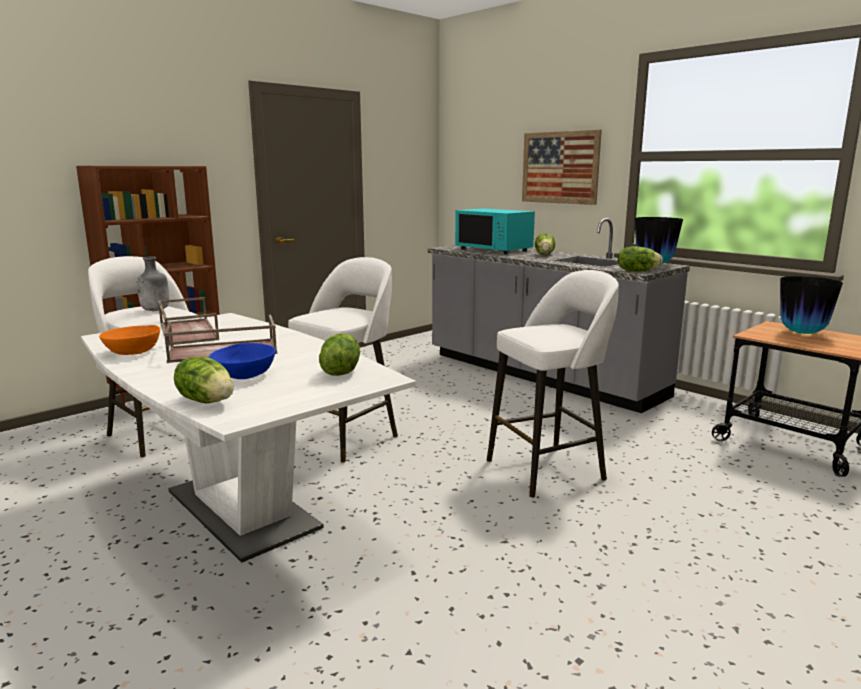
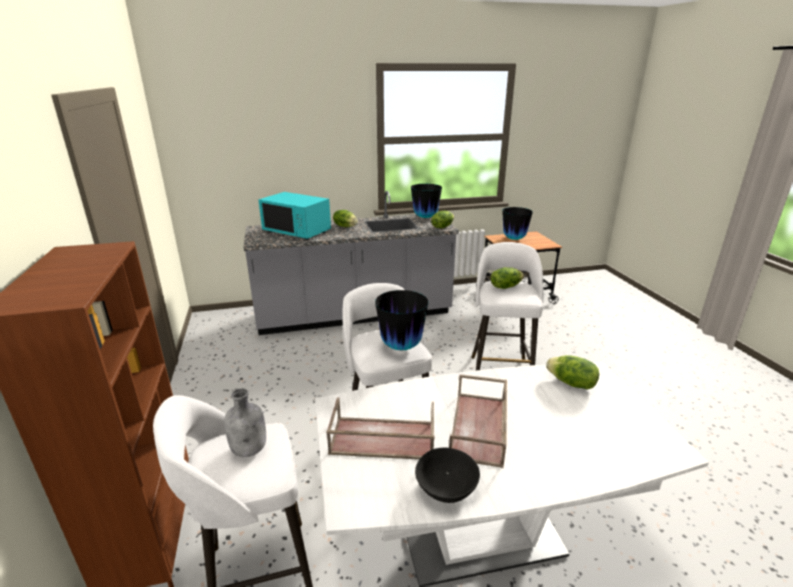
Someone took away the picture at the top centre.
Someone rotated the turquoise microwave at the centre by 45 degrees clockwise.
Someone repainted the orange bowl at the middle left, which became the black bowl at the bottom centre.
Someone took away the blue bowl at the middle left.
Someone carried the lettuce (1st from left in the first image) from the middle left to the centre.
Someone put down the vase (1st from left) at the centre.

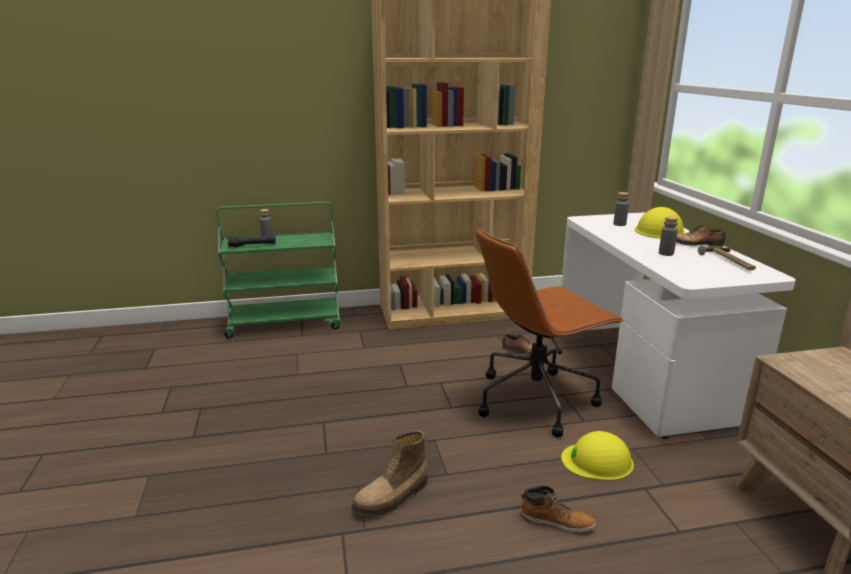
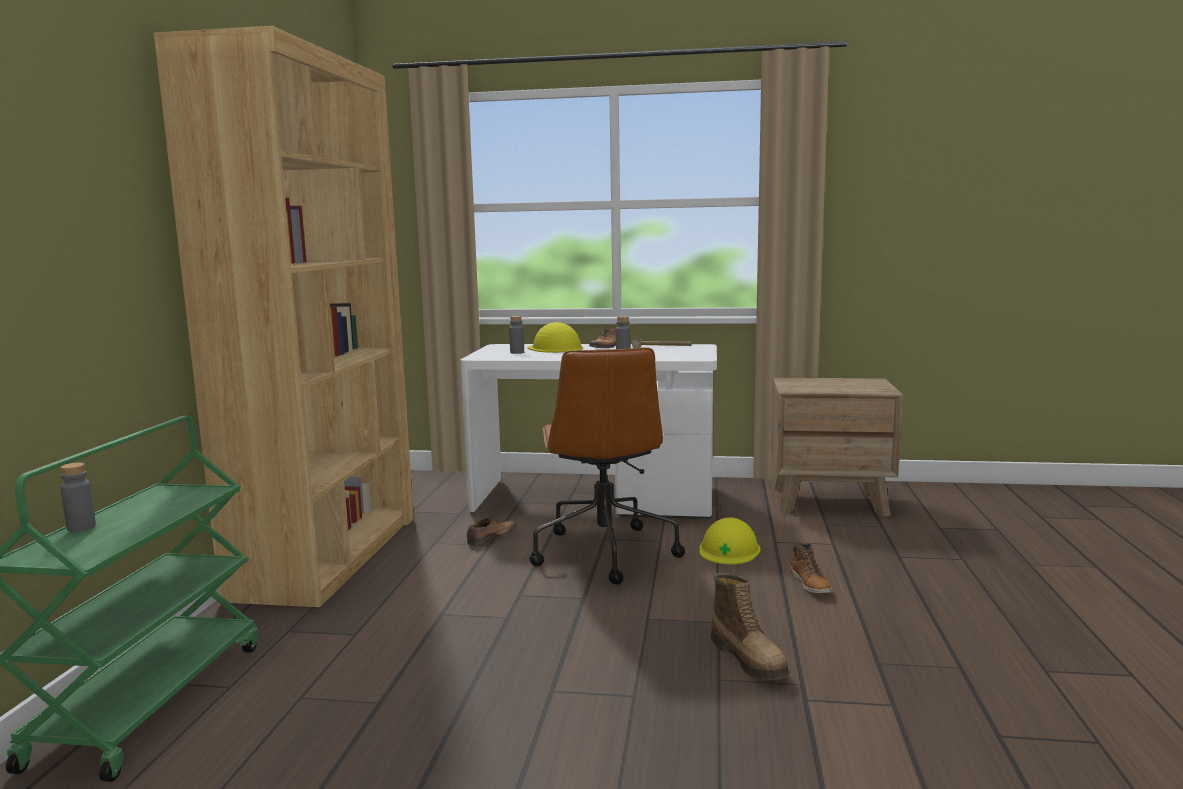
Someone took away the black flashlight at the middle left.
Someone rotated the boot (2nd from left) at the bottom centre by 135 degrees clockwise.

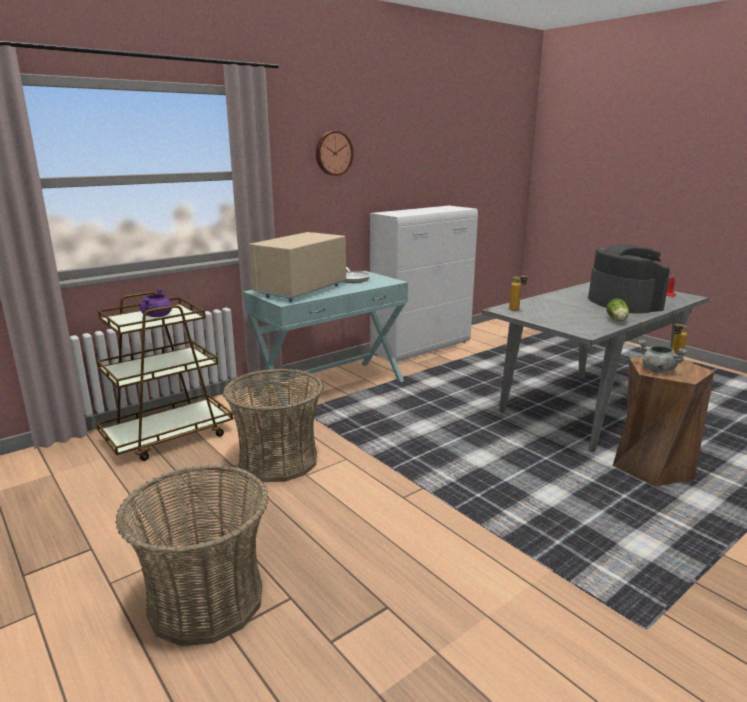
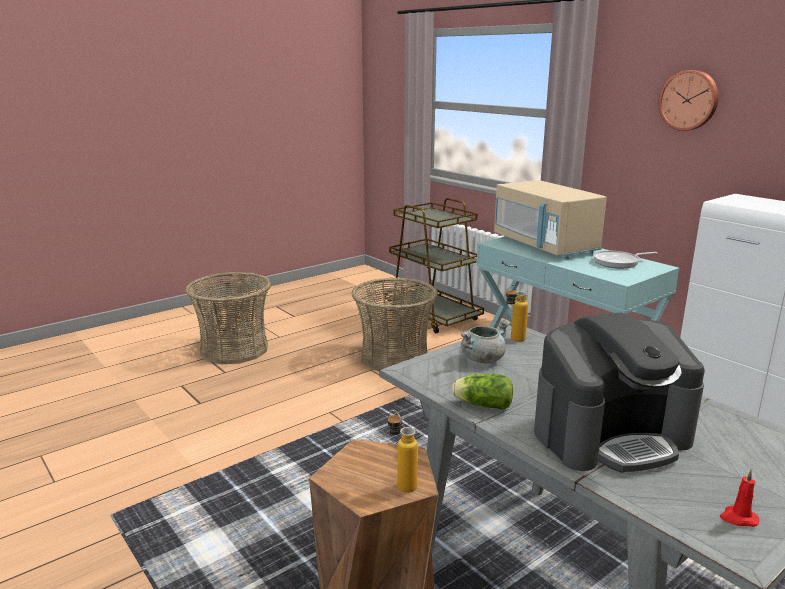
Someone rotated the beige microwave at the centre by 150 degrees counterclockwise.
Someone took away the purple cooking pot at the middle left.
Someone carried the grey cooking pot from the middle right to the centre.

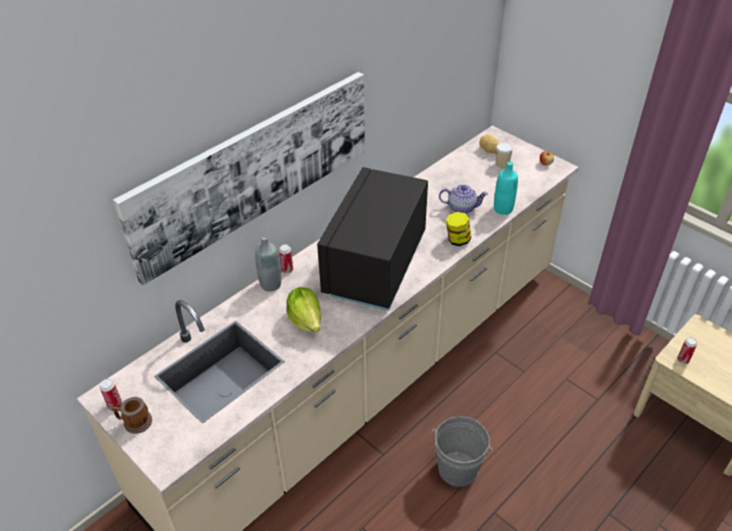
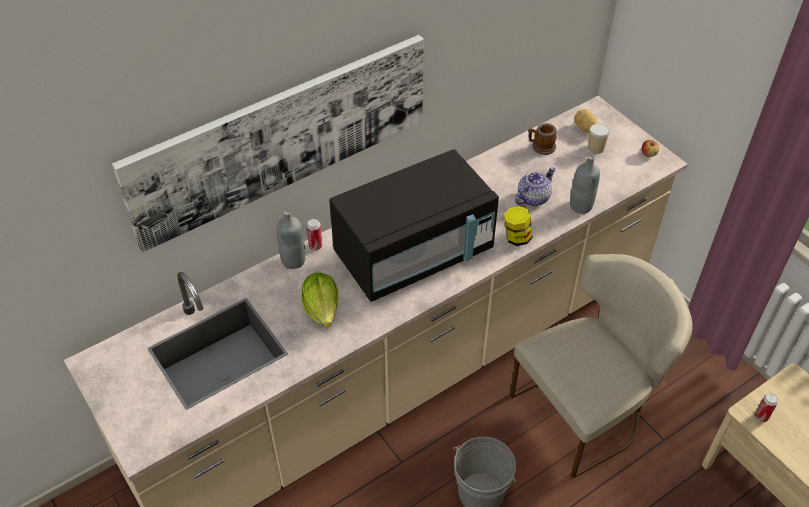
Someone repainted the turquoise bottle at the middle right, which became the grey bottle (2nd from left) at the middle right.
Someone rotated the black microwave at the centre by 150 degrees counterclockwise.
Someone rotated the teapot at the centre by 60 degrees counterclockwise.
Someone took away the can (1st from left) at the bottom left.
Someone carried the mug from the bottom left to the top right.
Someone put down the beige chair at the bottom right.

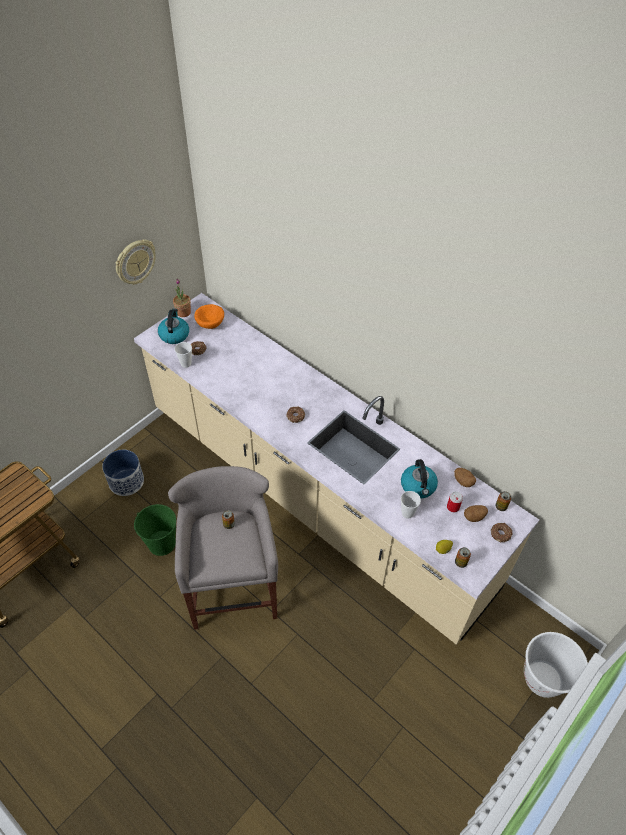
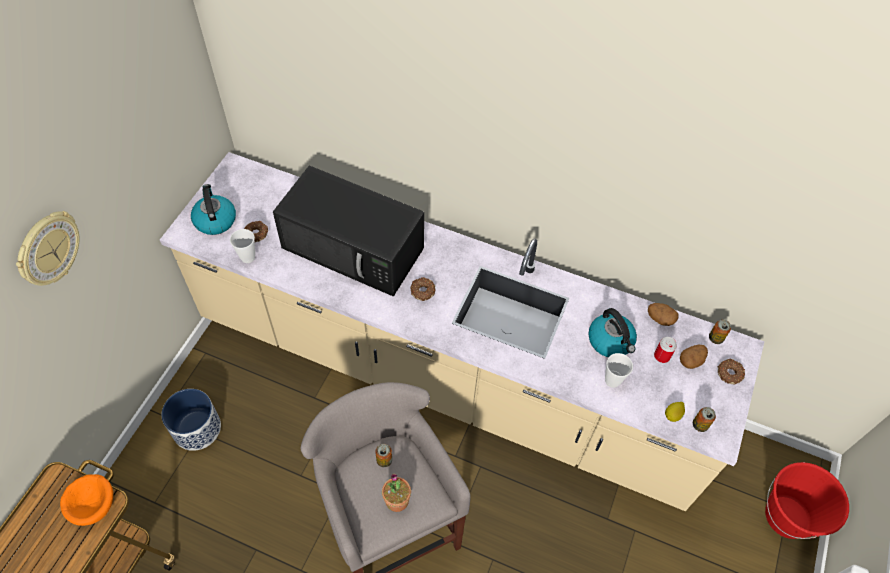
Someone carried the wall clock from the top left to the middle left.
Someone carried the potted plant from the middle left to the bottom centre.
Someone carried the orange bowl from the centre to the bottom left.
Someone took away the green bucket at the middle left.
Someone repainted the white bucket at the bottom right, which became the red bucket at the bottom right.
Someone put down the black microwave at the centre.

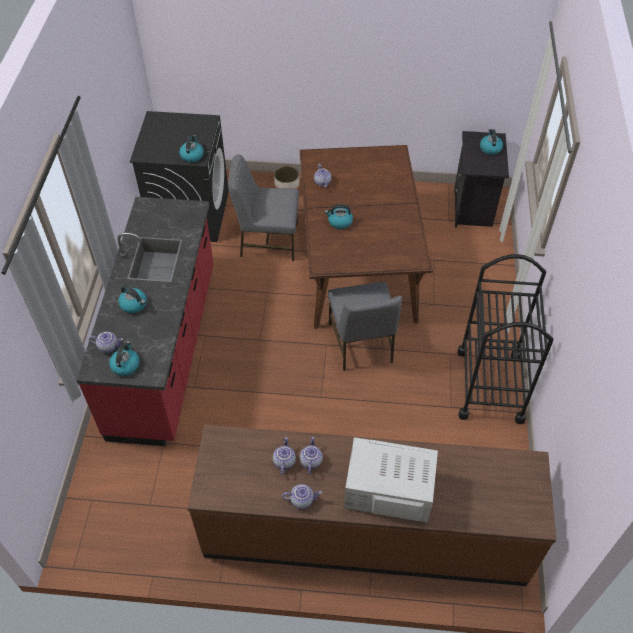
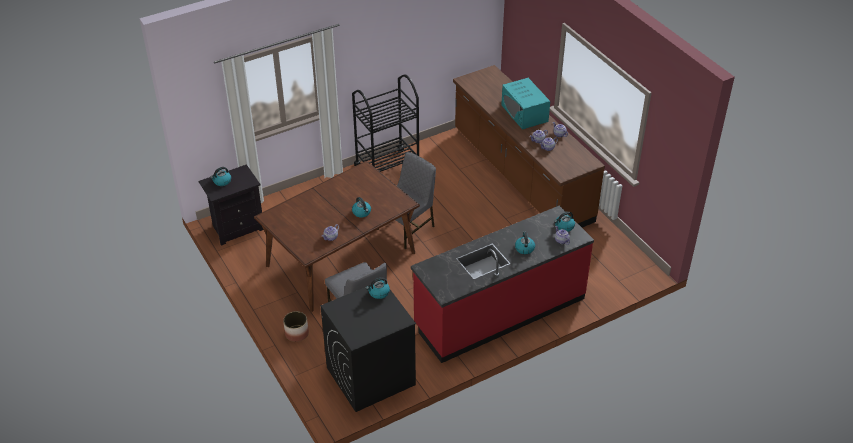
Someone repainted the white microwave at the bottom centre, which became the turquoise microwave at the top centre.

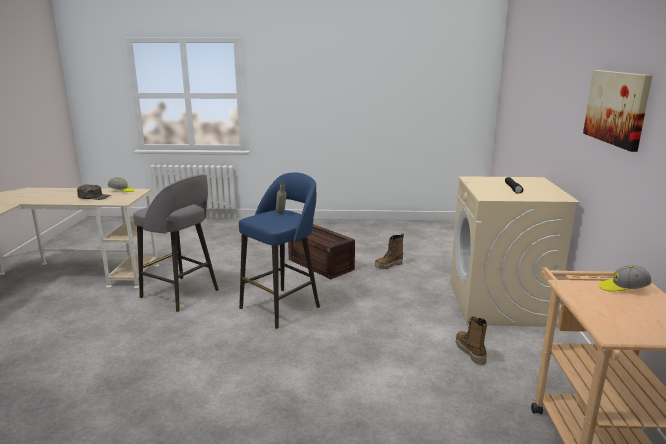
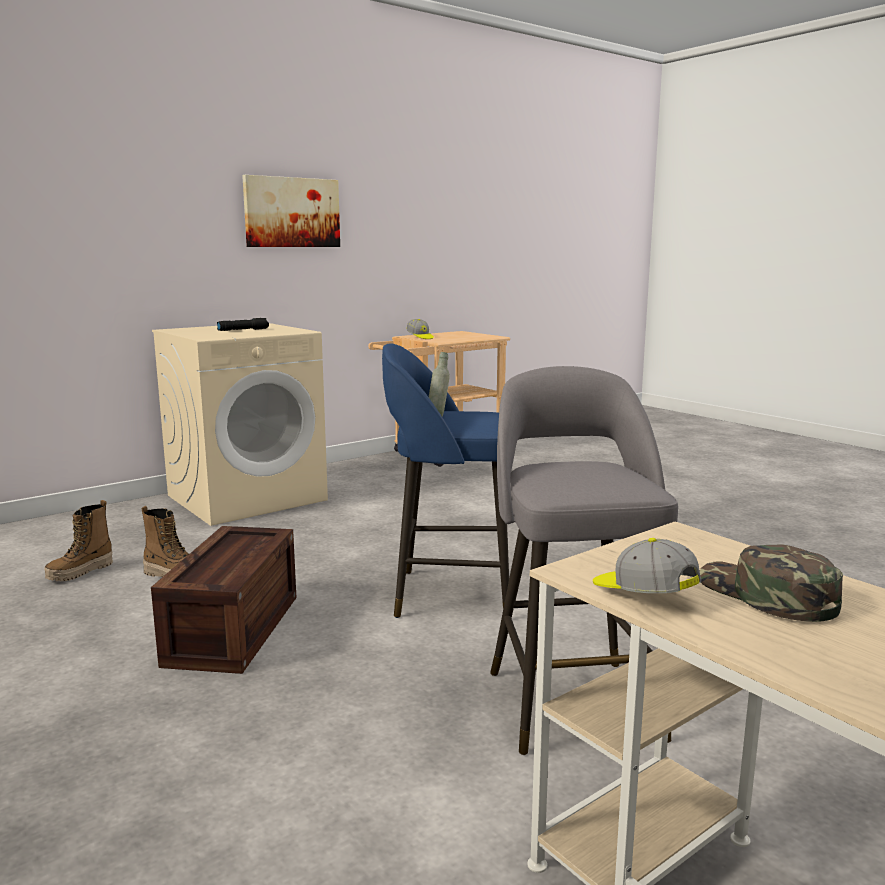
Someone carried the boot (2nd from left in the first image) from the bottom right to the middle left.

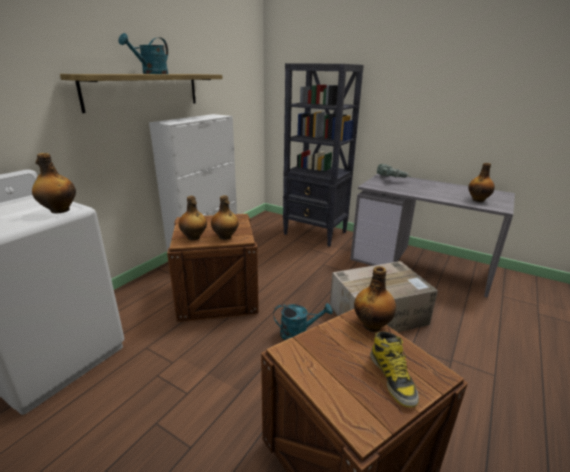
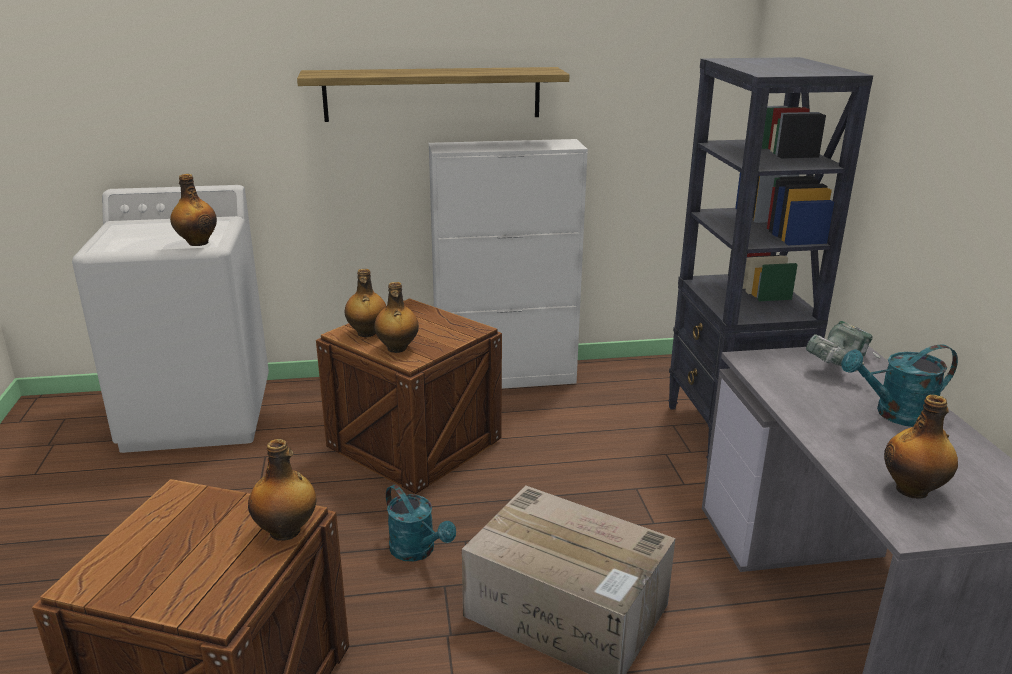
Someone carried the turquoise watering can (1st from left in the first image) from the top left to the middle right.
Someone took away the boot at the bottom right.

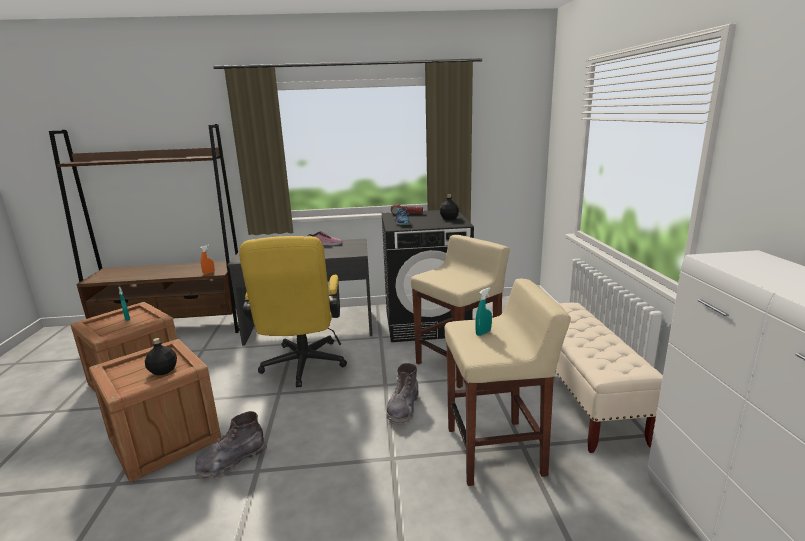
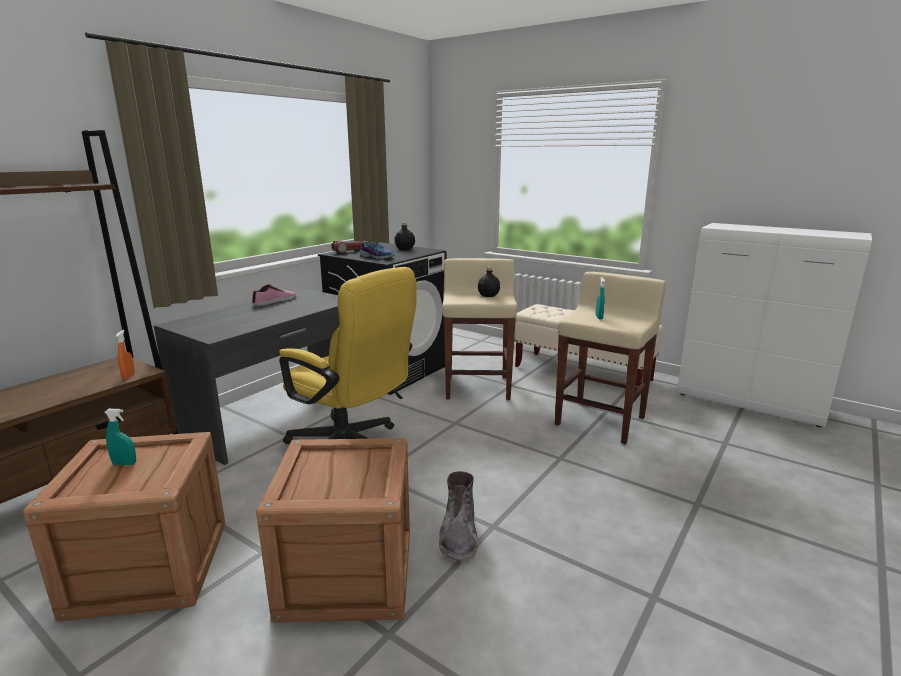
Someone carried the black bottle (1st from left in the first image) from the middle left to the centre.
Someone took away the grey boot (2nd from left) at the bottom centre.

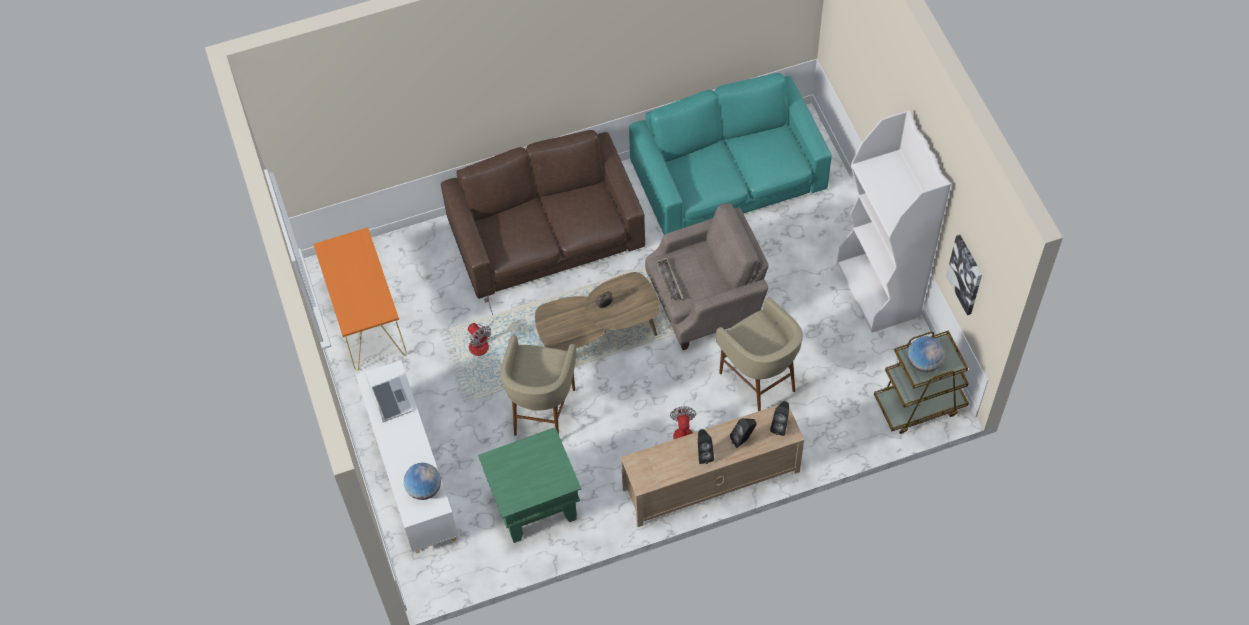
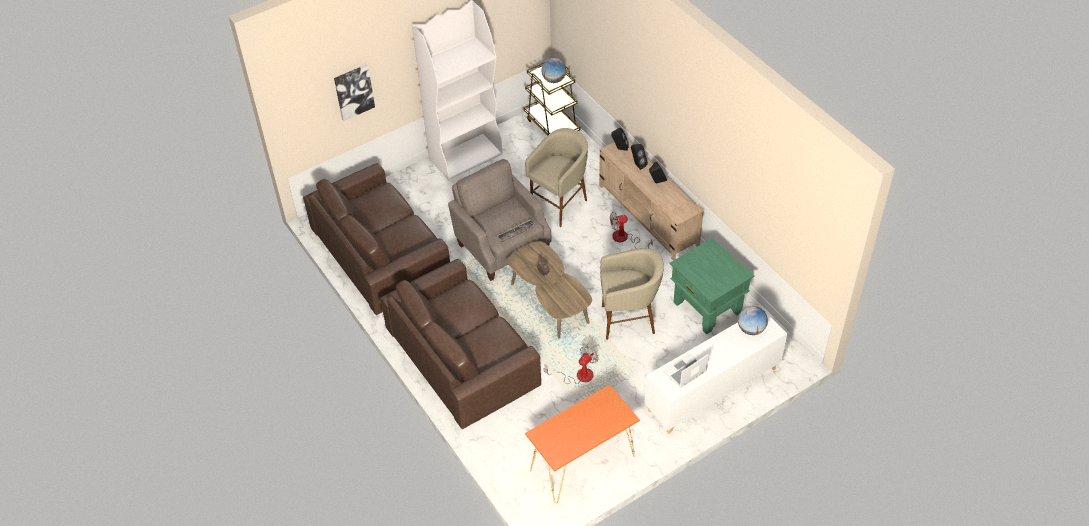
Someone repainted the turquoise sofa at the top centre, which became the brown sofa (1st from left) at the centre.
Someone carried the picture from the middle right to the top left.

